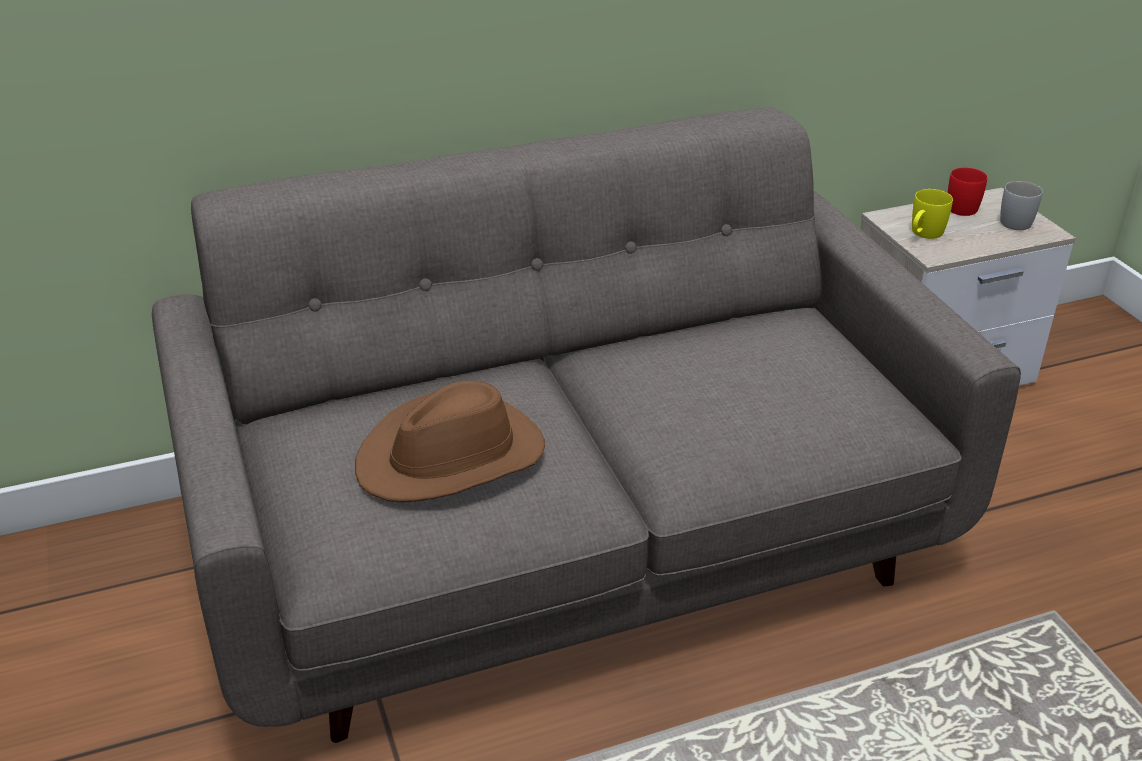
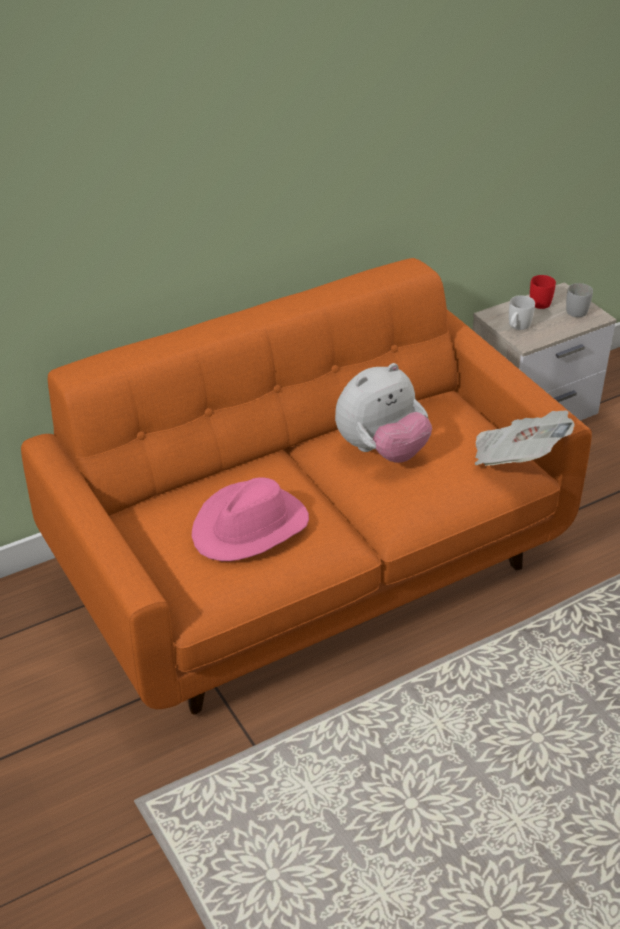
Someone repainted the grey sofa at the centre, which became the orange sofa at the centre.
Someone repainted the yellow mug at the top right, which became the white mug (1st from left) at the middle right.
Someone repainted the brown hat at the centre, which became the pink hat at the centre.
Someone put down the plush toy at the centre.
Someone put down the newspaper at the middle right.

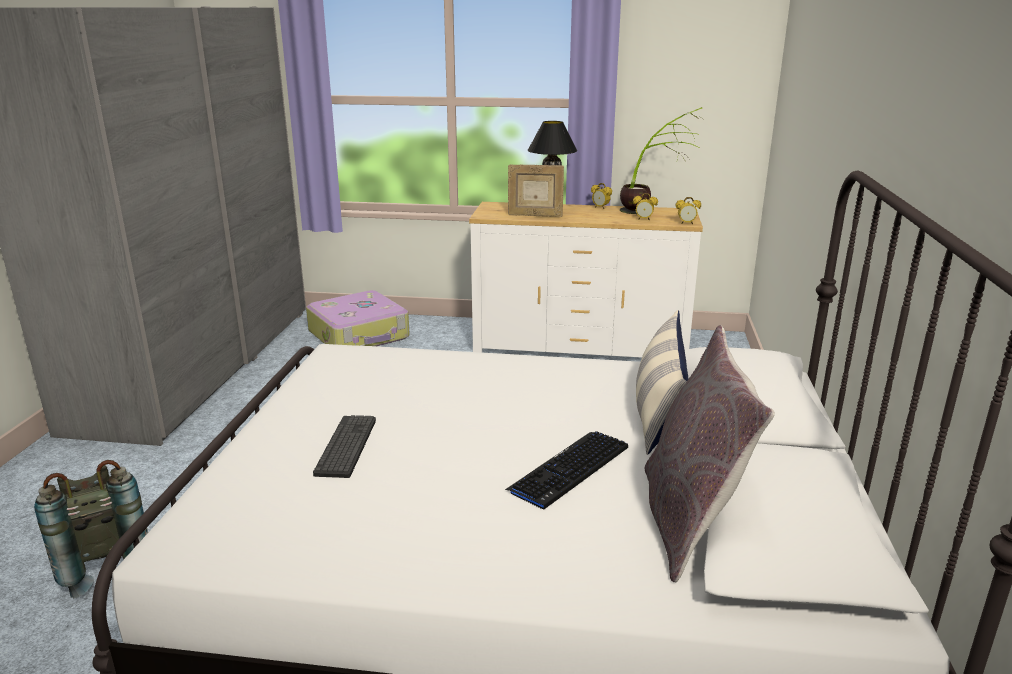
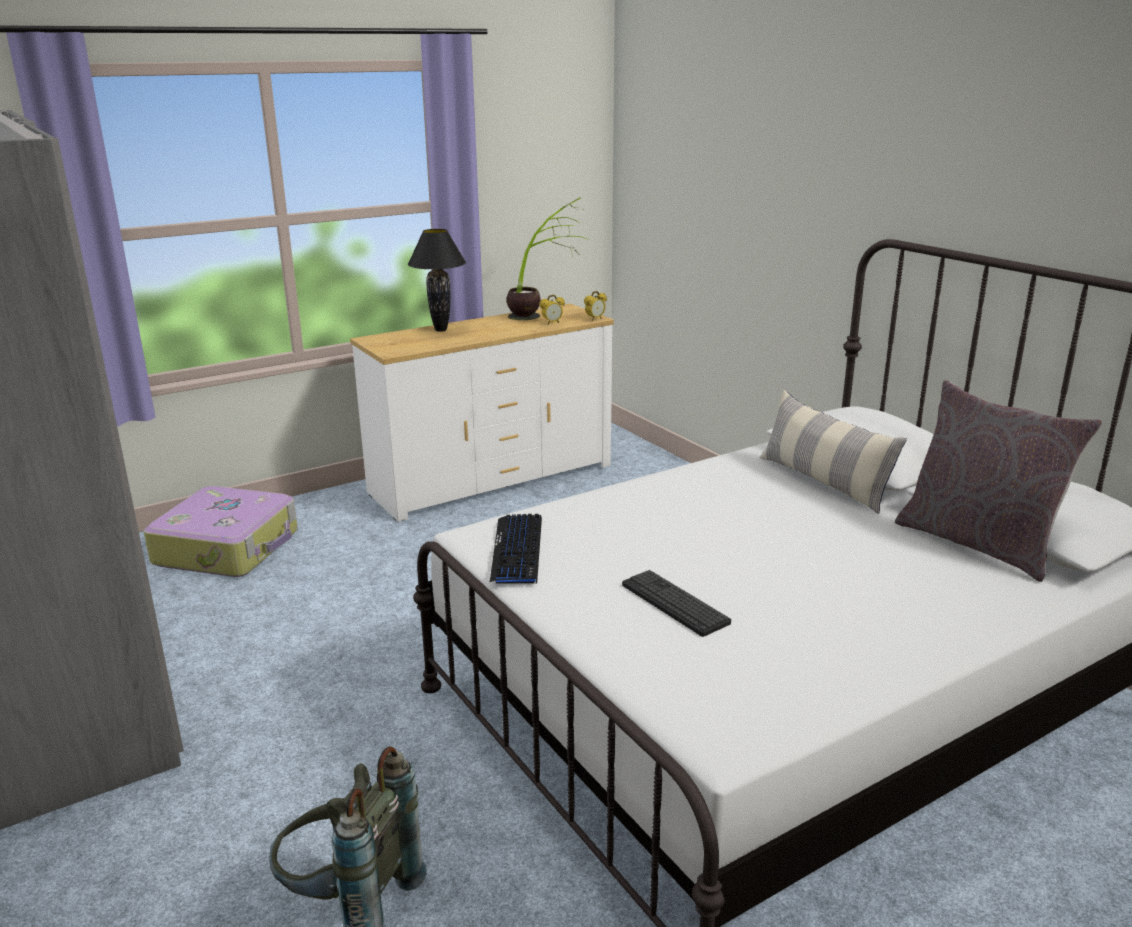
Someone took away the picture frame at the top centre.
Someone took away the alarm clock (1st from left) at the top centre.
Someone carried the keyboard (2nd from left in the first image) from the bottom centre to the centre.

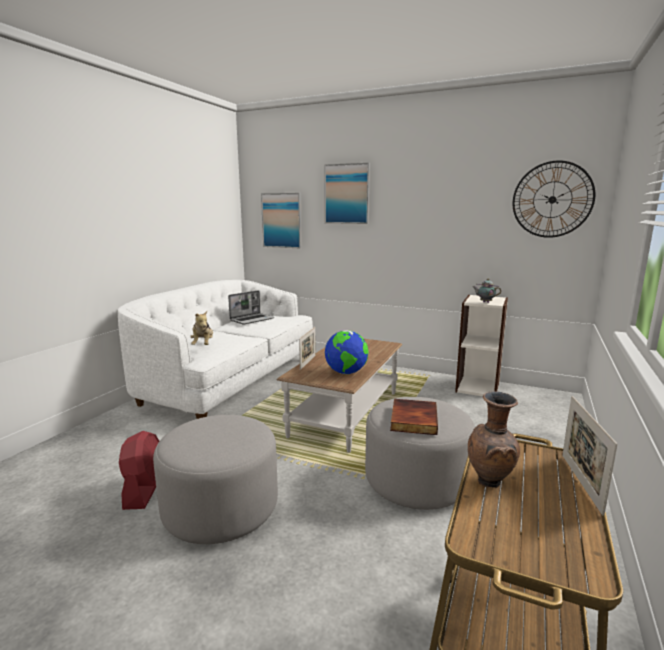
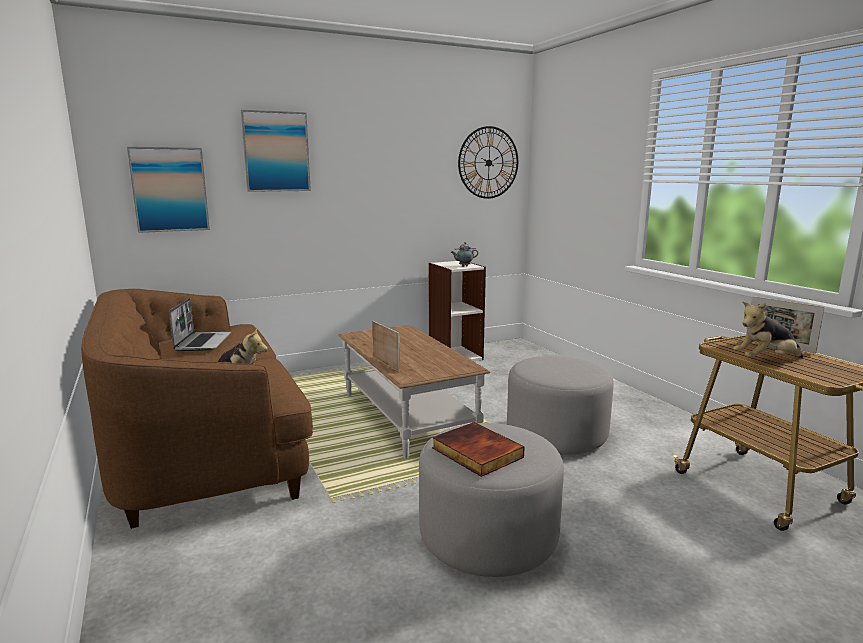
Someone repainted the white sofa at the middle left, which became the brown sofa at the middle left.
Someone took away the globe at the centre.
Someone swapped the brown vase at the bottom right for the plush toy (2nd from left) at the middle right.
Someone carried the book from the centre to the bottom centre.
Someone took away the red fan at the bottom left.

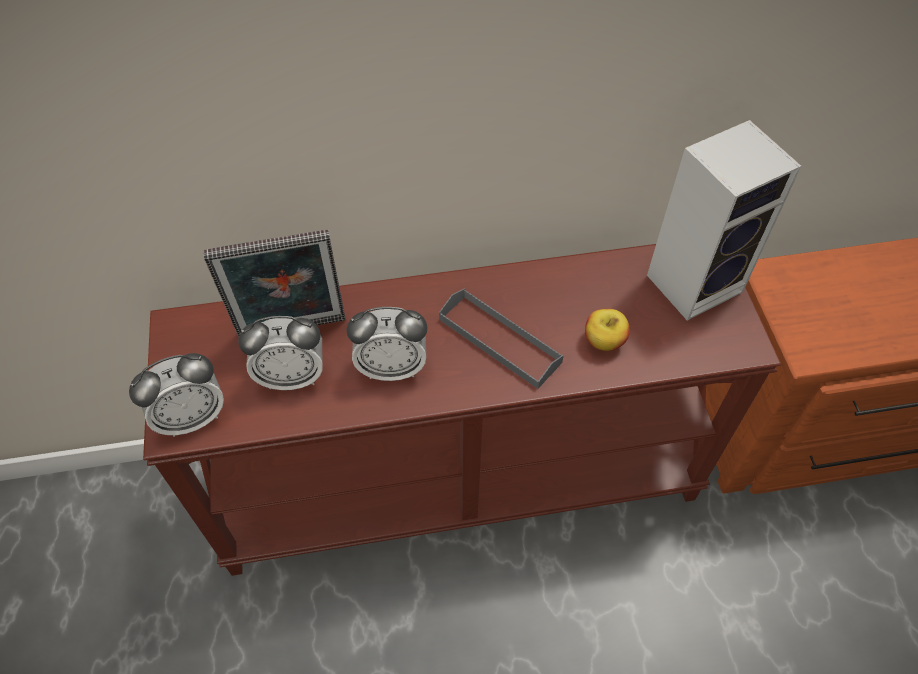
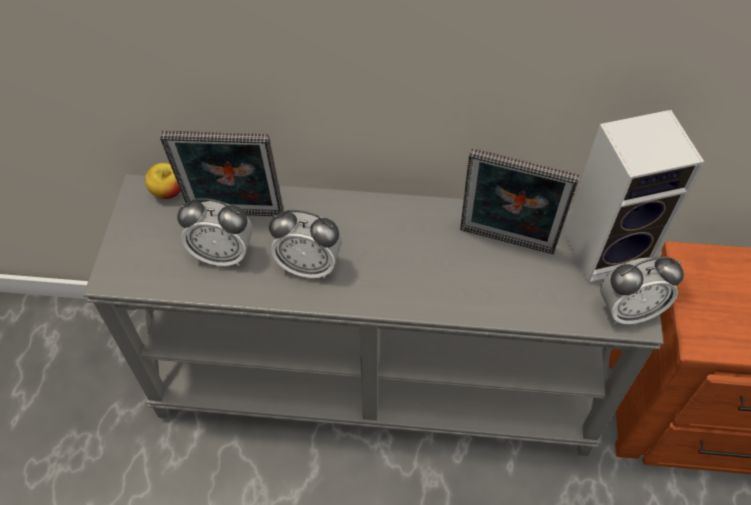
Someone repainted the brown console table at the centre, which became the grey console table at the centre.
Someone took away the grey tray at the centre.
Someone carried the apple from the centre to the middle left.
Someone carried the alarm clock (1st from left in the first image) from the middle left to the middle right.
Someone put down the picture frame (2nd from left) at the middle right.

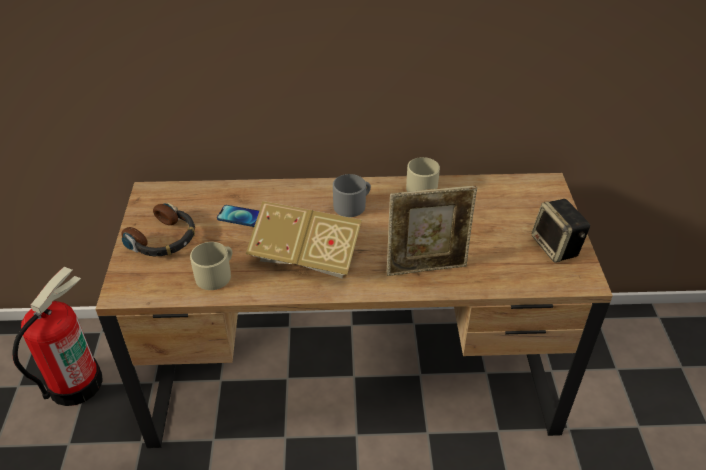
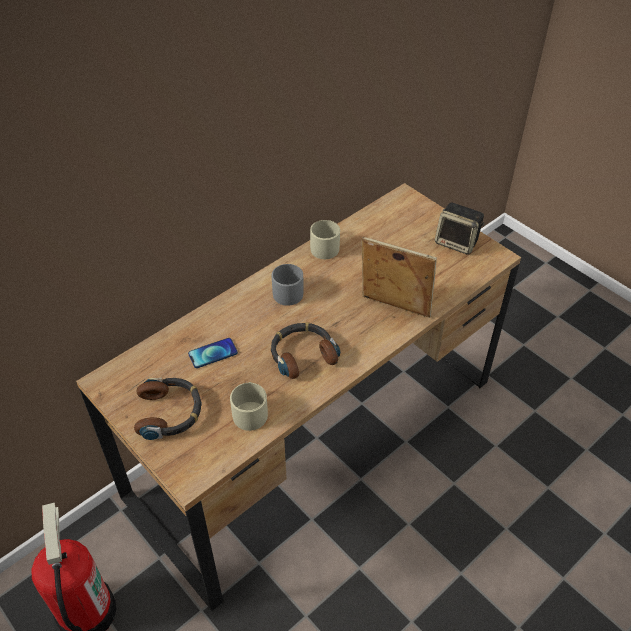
Someone rotated the picture frame at the centre by 105 degrees counterclockwise.
Someone swapped the book at the centre for the headphones (2nd from left) at the centre.

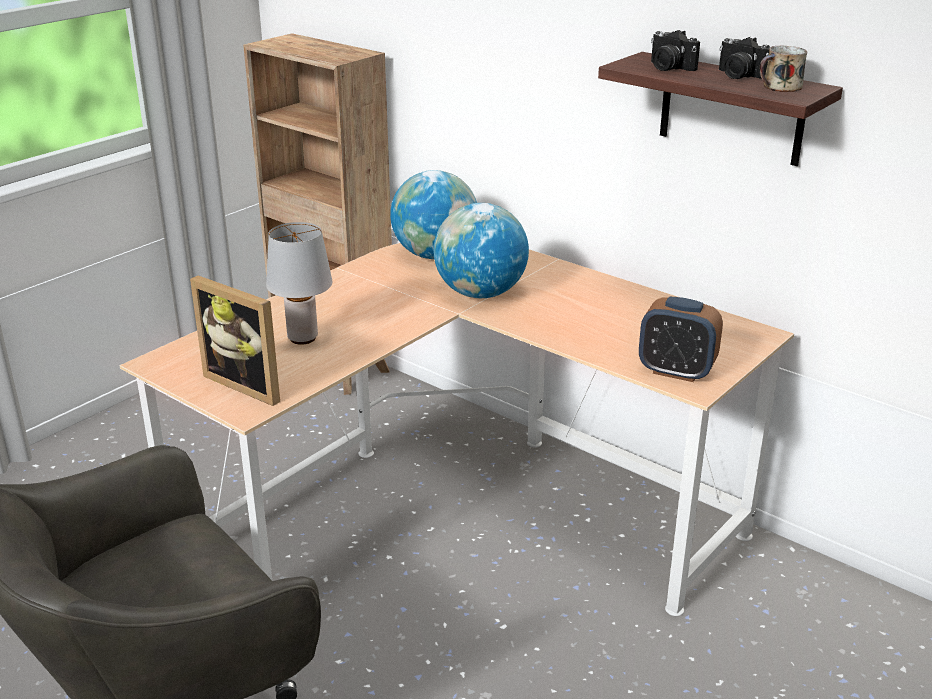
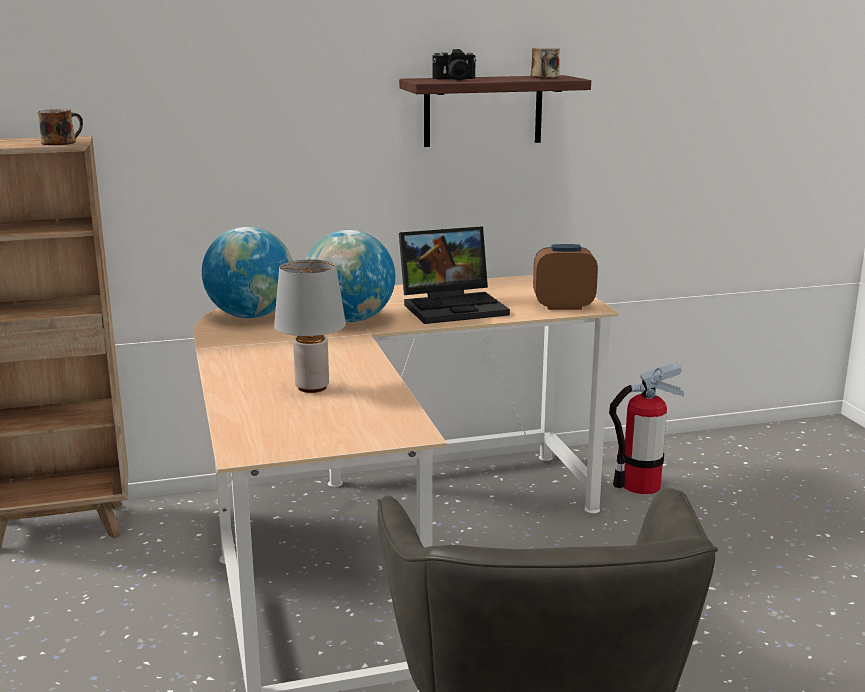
Someone took away the photo camera (2nd from left) at the top right.
Someone took away the picture frame at the middle left.
Someone rotated the alarm clock at the middle right by 150 degrees counterclockwise.
Someone put down the mug (1st from left) at the top left.
Someone put down the laptop at the centre.
Someone put down the fire extinguisher at the middle right.

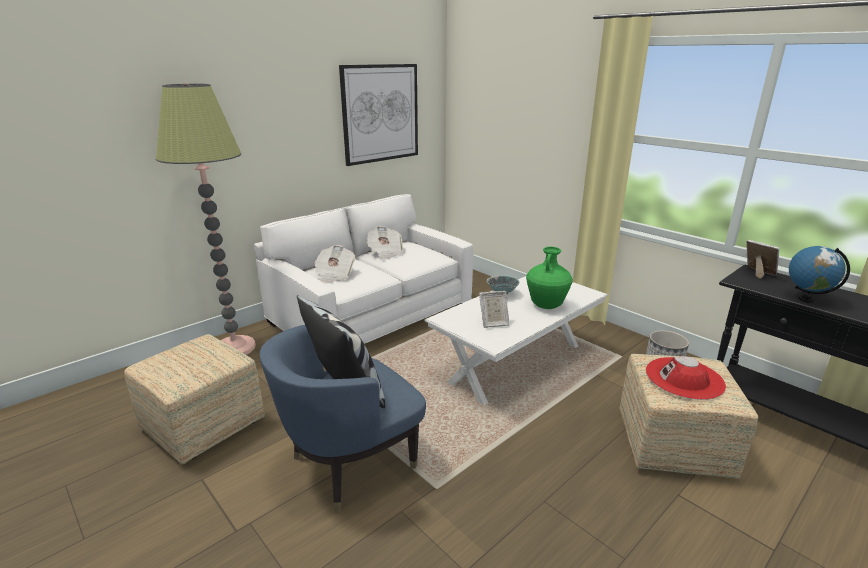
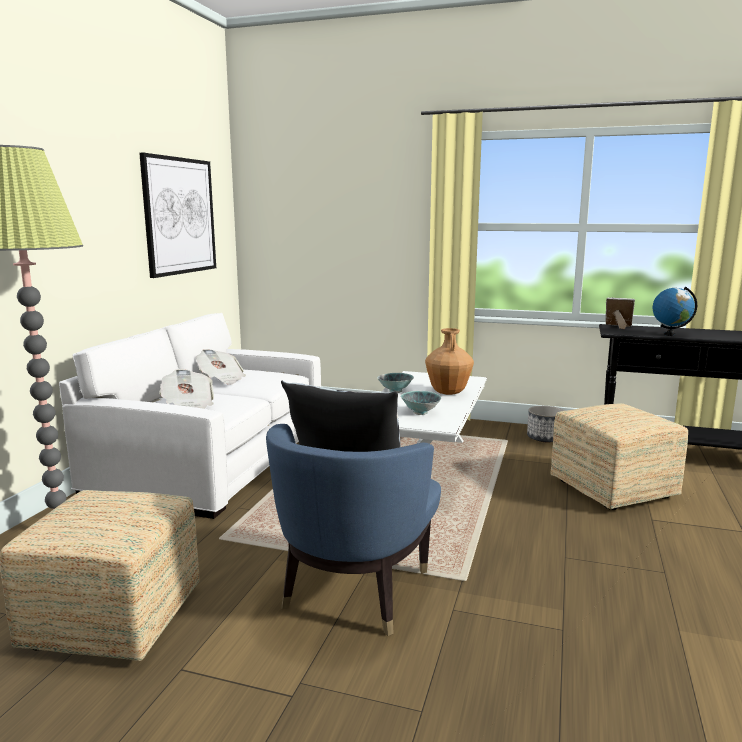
Someone repainted the green vase at the centre, which became the brown vase at the centre.
Someone swapped the picture frame (1st from left) at the centre for the bowl (2nd from left) at the centre.
Someone took away the red hat at the middle right.

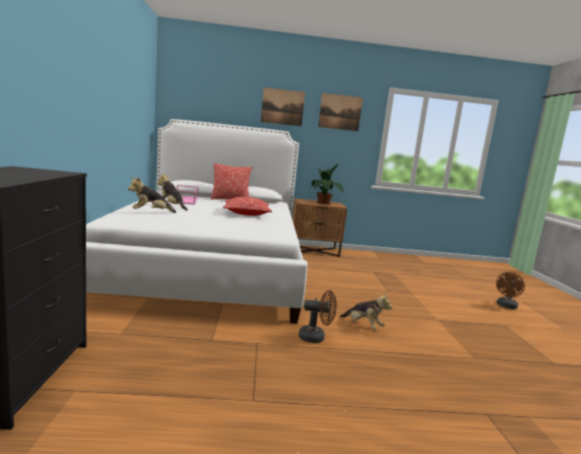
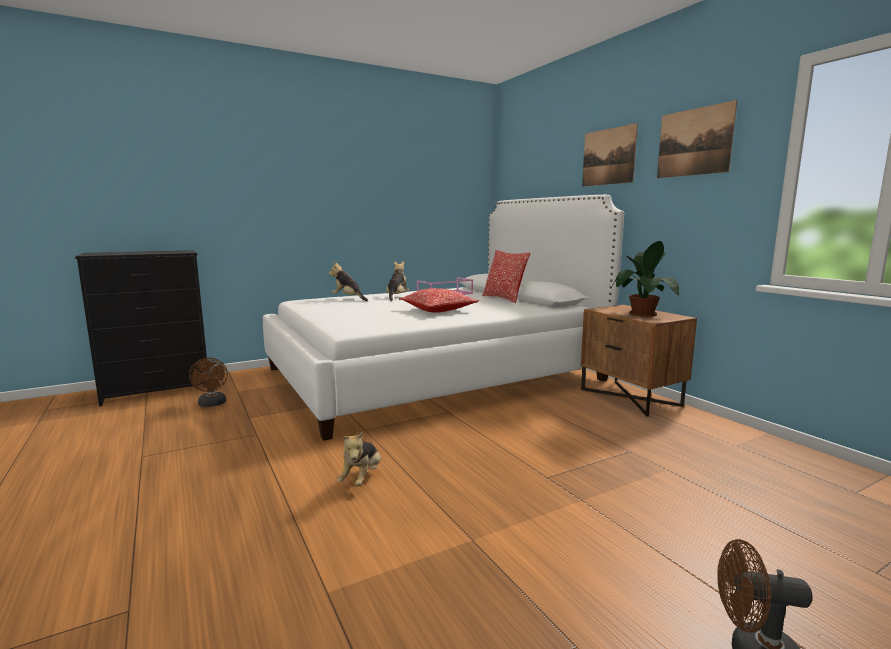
Someone carried the brown fan (1st from left) from the bottom centre to the middle left.

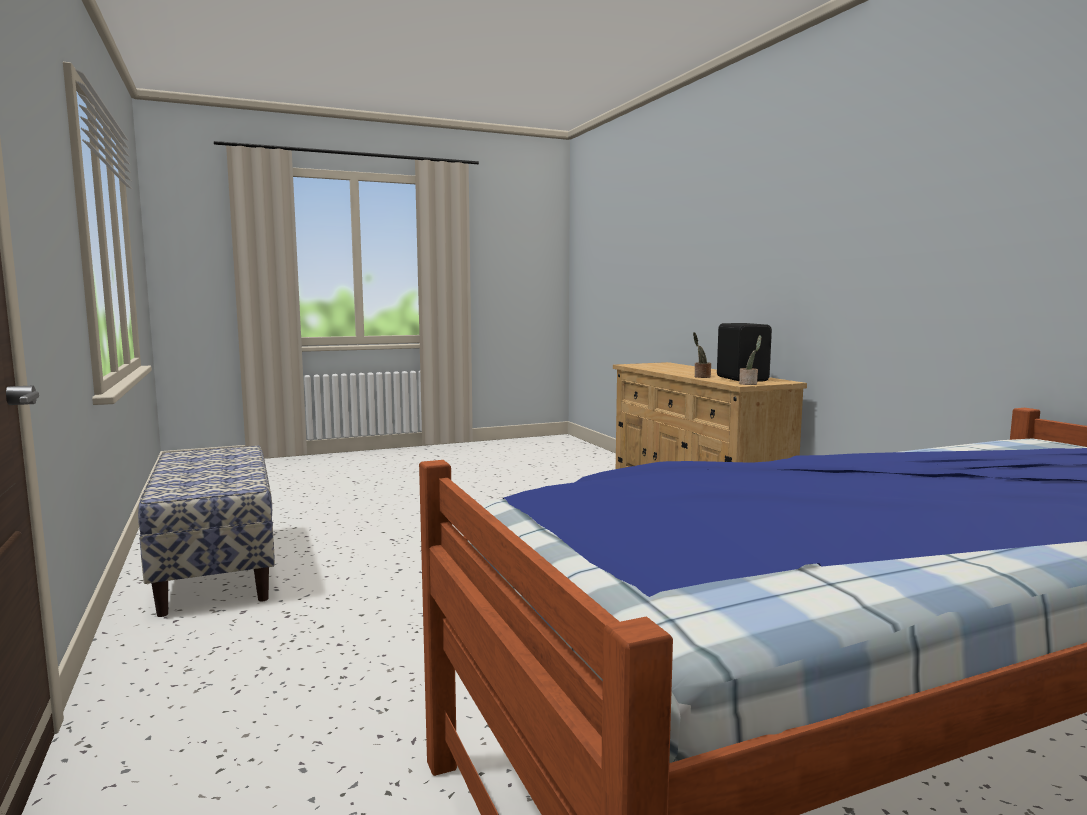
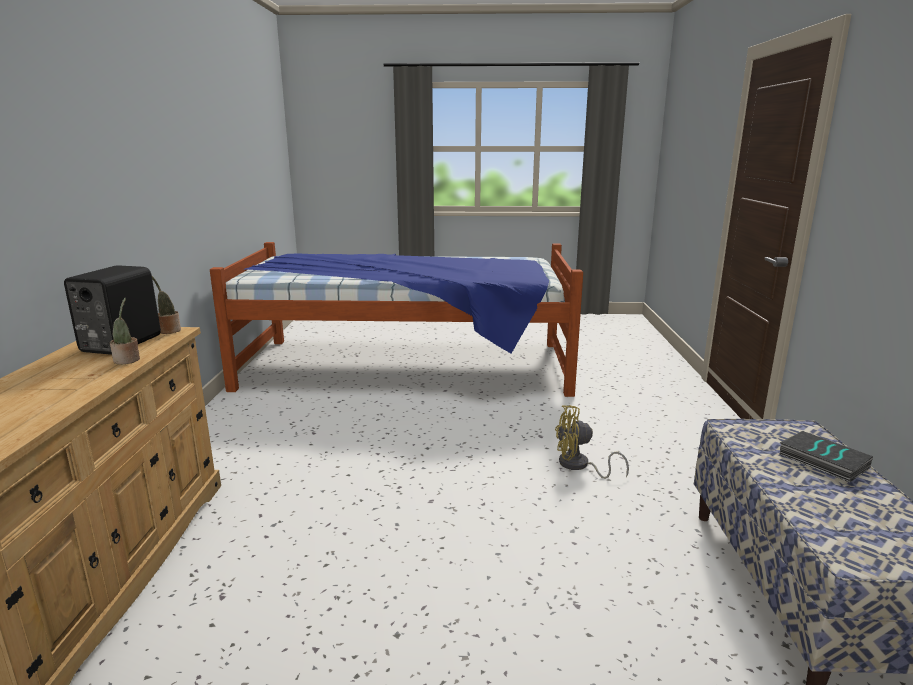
Someone put down the yellow fan at the centre.
Someone put down the book at the bottom right.

